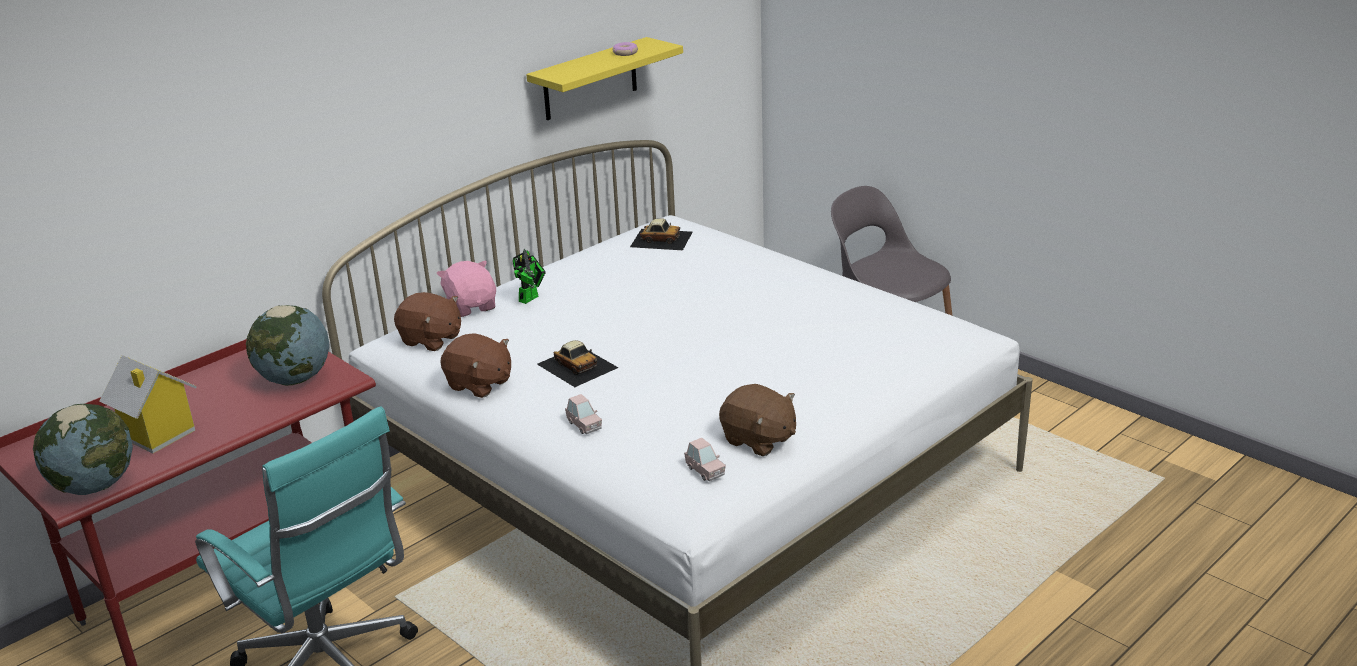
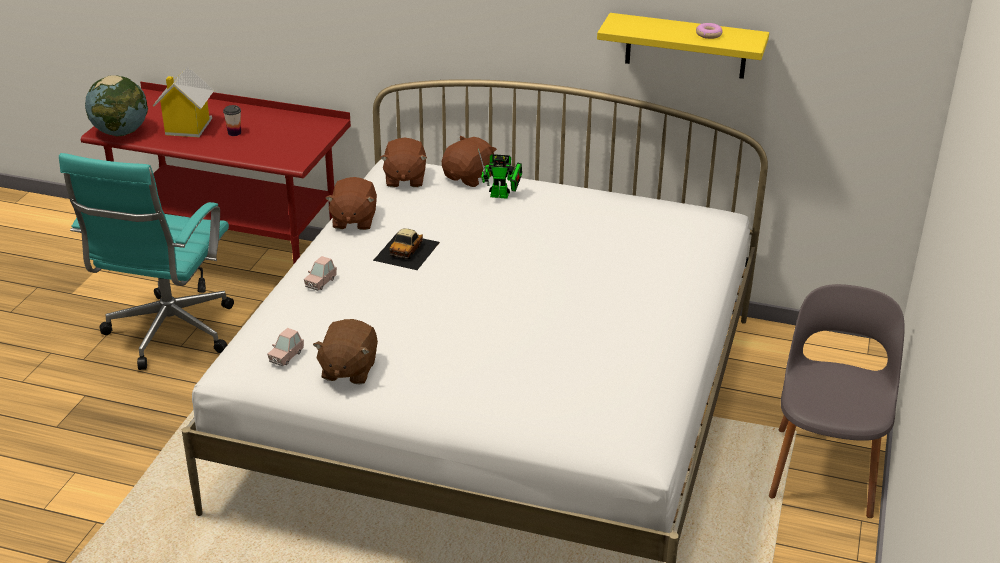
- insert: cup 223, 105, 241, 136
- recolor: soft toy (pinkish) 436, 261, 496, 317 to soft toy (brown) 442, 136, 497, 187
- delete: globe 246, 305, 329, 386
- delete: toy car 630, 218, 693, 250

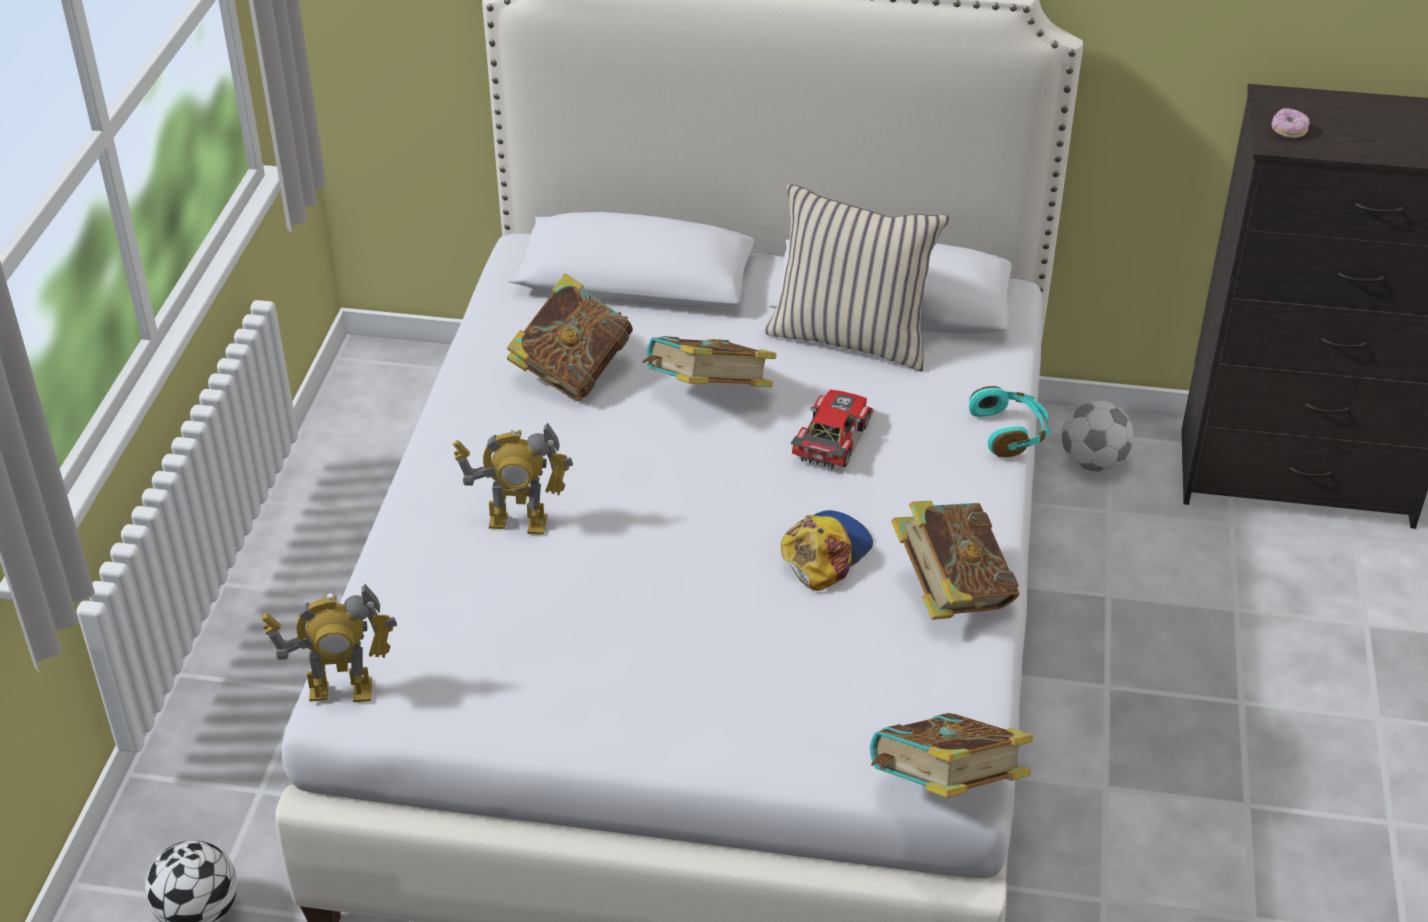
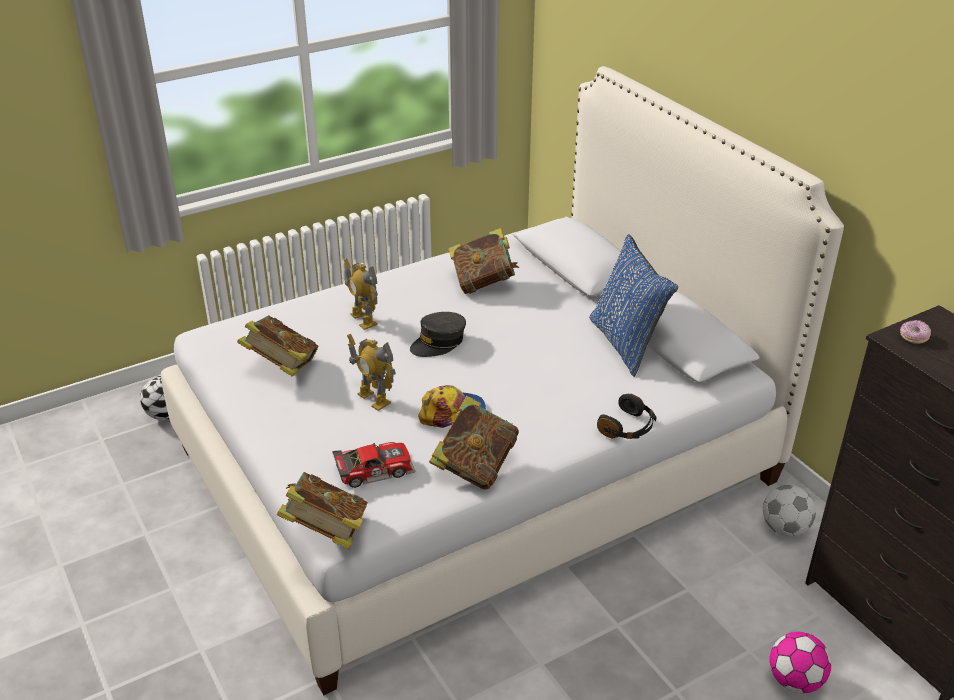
- move: volume 643, 336, 776, 387 to 237, 315, 319, 376
- move: toy car 791, 389, 874, 469 to 332, 442, 416, 488
- move: toy robot 261, 583, 397, 702 to 347, 334, 396, 411
- insert: cap (gray) 410, 312, 466, 357
- recolor: cushion (beige) 765, 184, 949, 371 to cushion (blue) 589, 234, 678, 377
- recolor: headset (blue-green) 969, 386, 1051, 457 to headset (black) 597, 394, 657, 439
- insert: football ball 770, 632, 831, 693

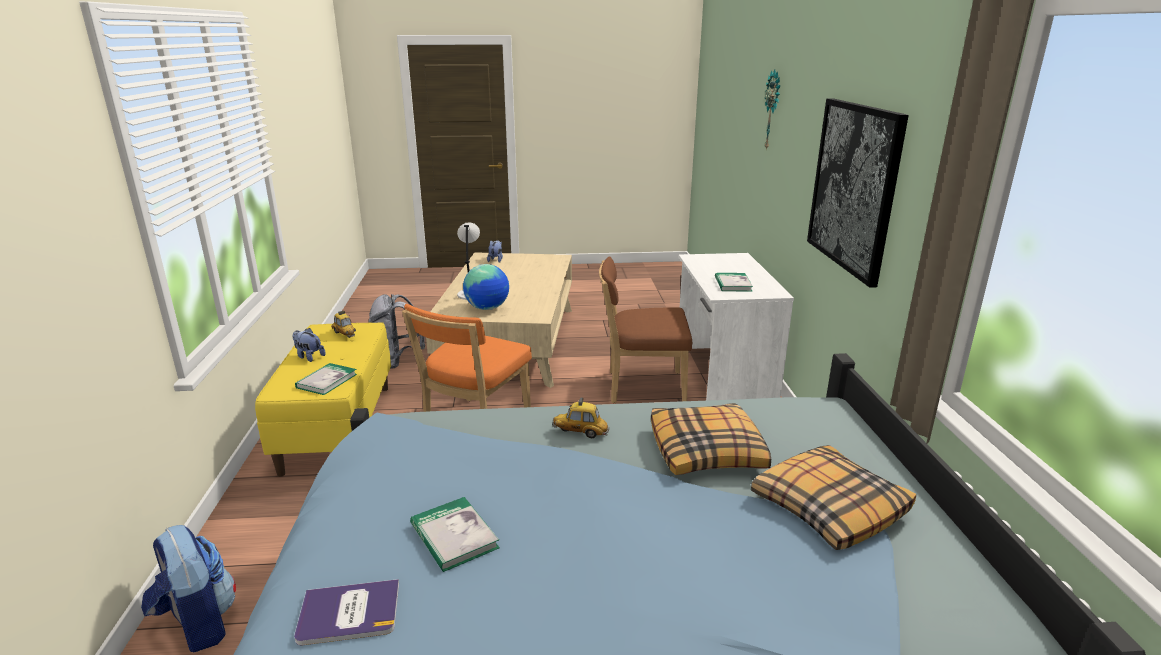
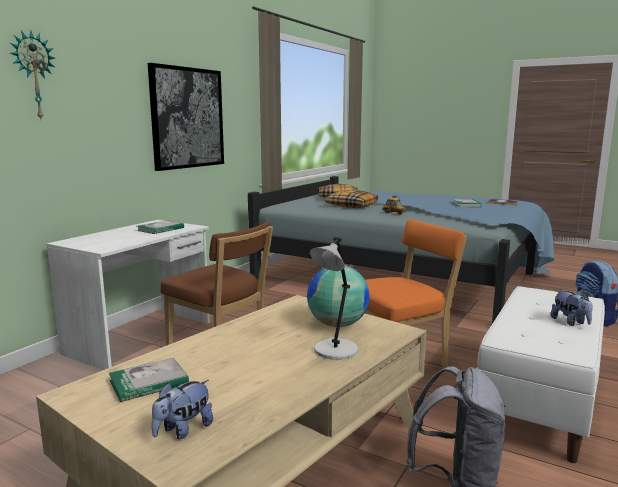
- move: volume 295, 363, 357, 395 to 109, 358, 189, 402
- recolor: indoor bench (yellow) 255, 322, 391, 477 to indoor bench (whitish) 476, 286, 605, 463
- delete: toy car 332, 310, 356, 338

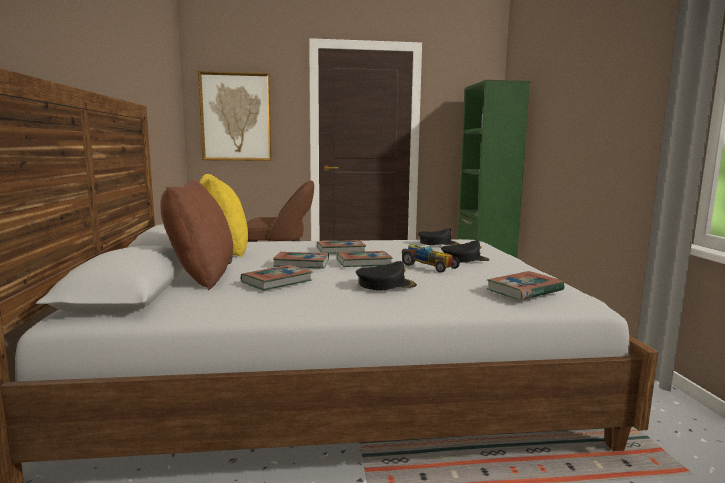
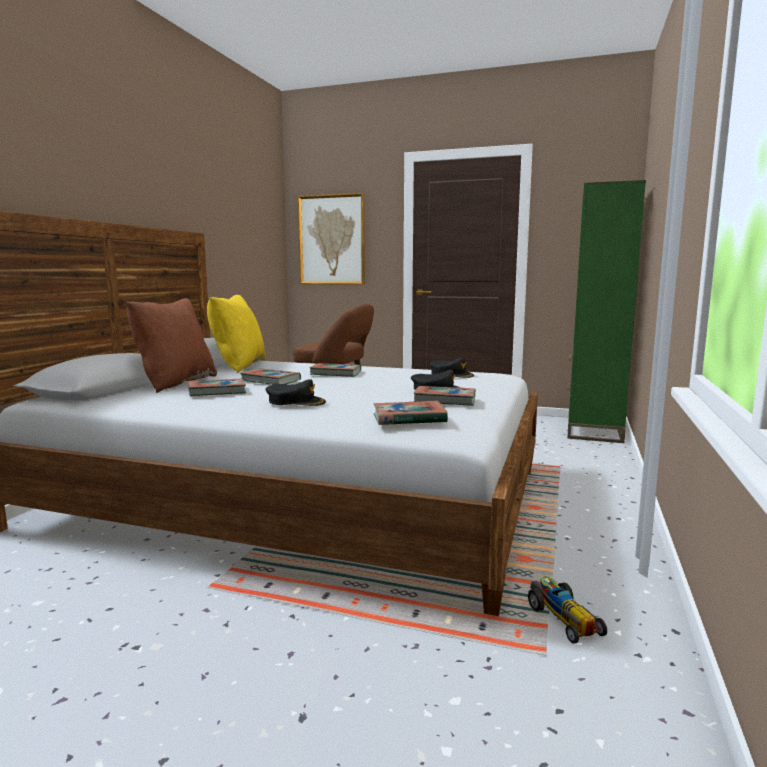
- move: volume 337, 251, 393, 267 to 414, 386, 475, 406
- move: toy car 402, 244, 460, 273 to 528, 576, 607, 644

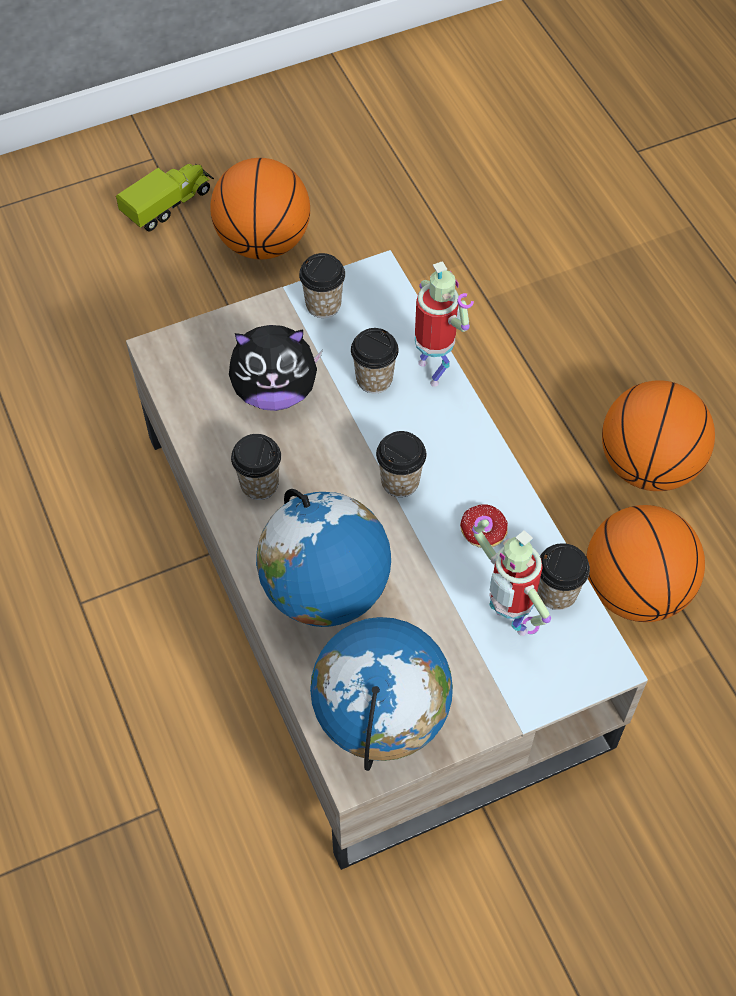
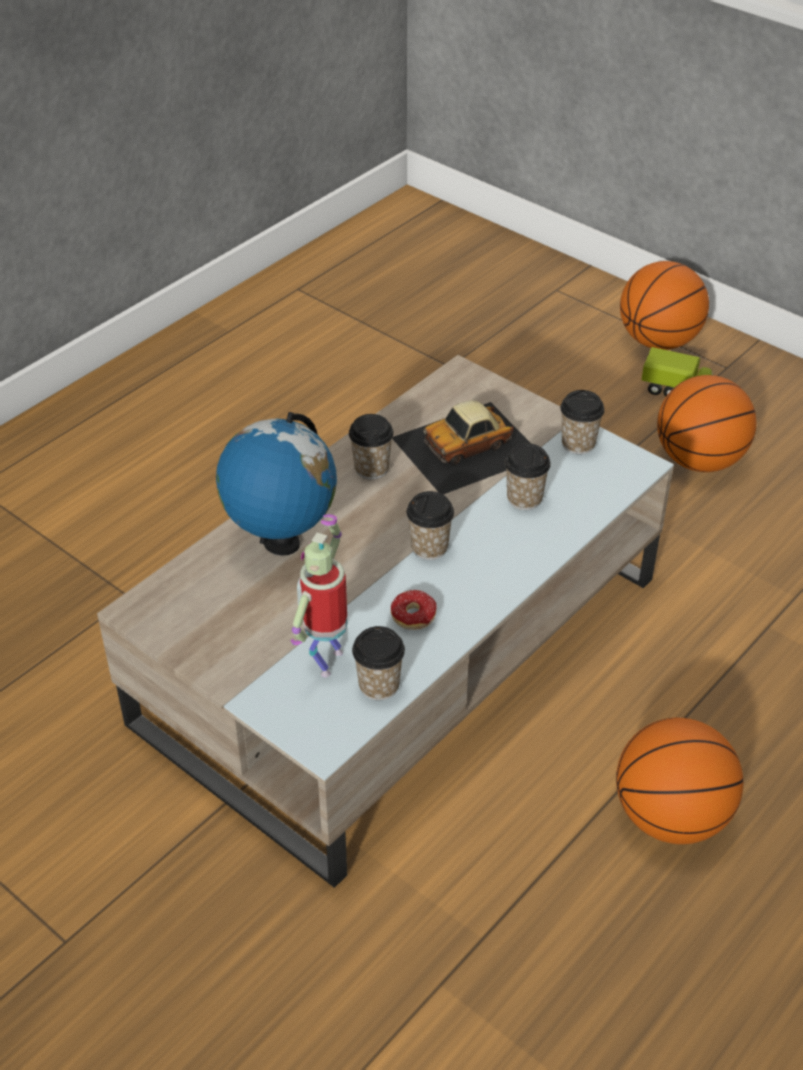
- replace: soft toy 229, 325, 323, 411 to toy car 392, 400, 531, 494
- move: basketball 586, 505, 705, 622 to 620, 261, 709, 350
- delete: globe 310, 617, 453, 771
- delete: toy robot 415, 261, 474, 387

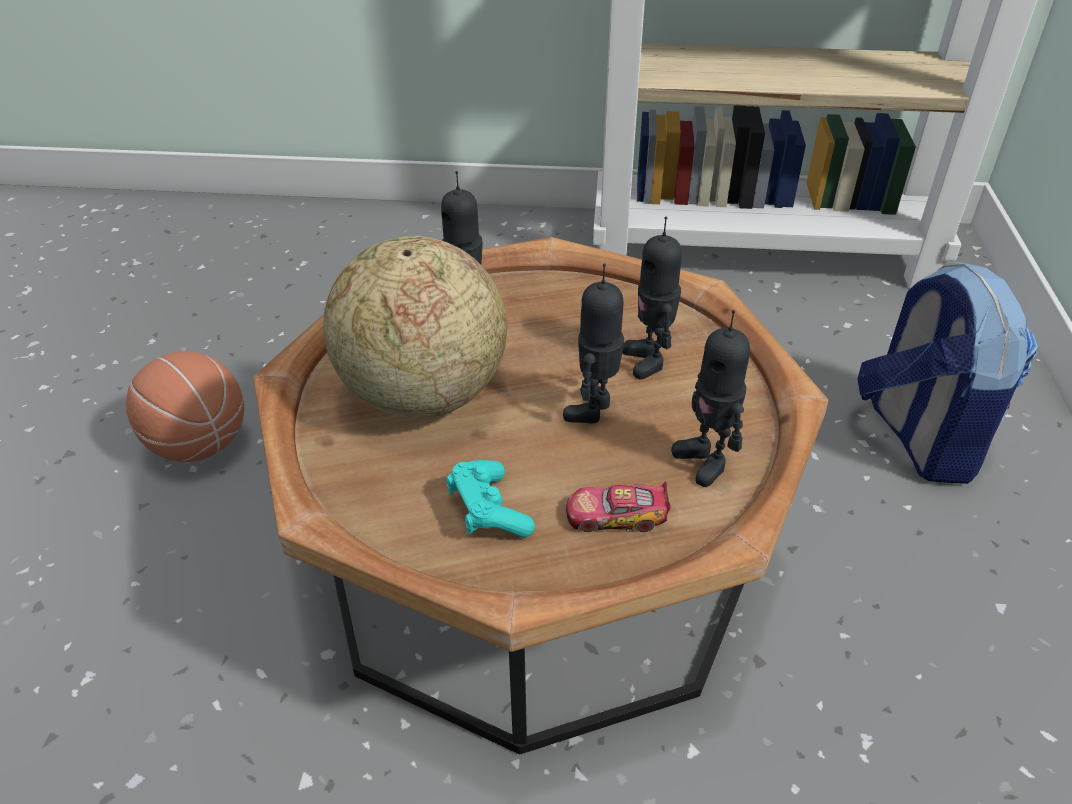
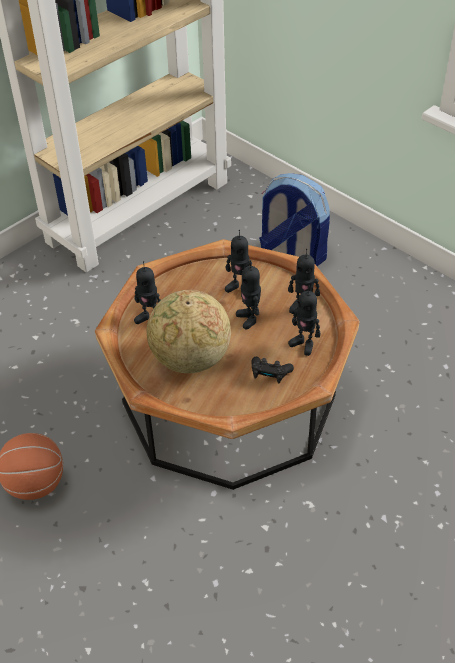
- recolor: joypad (blue-green) 446, 460, 535, 538 to joypad (black) 251, 357, 294, 384
- replace: toy car 566, 481, 671, 532 to toy robot 288, 285, 320, 356

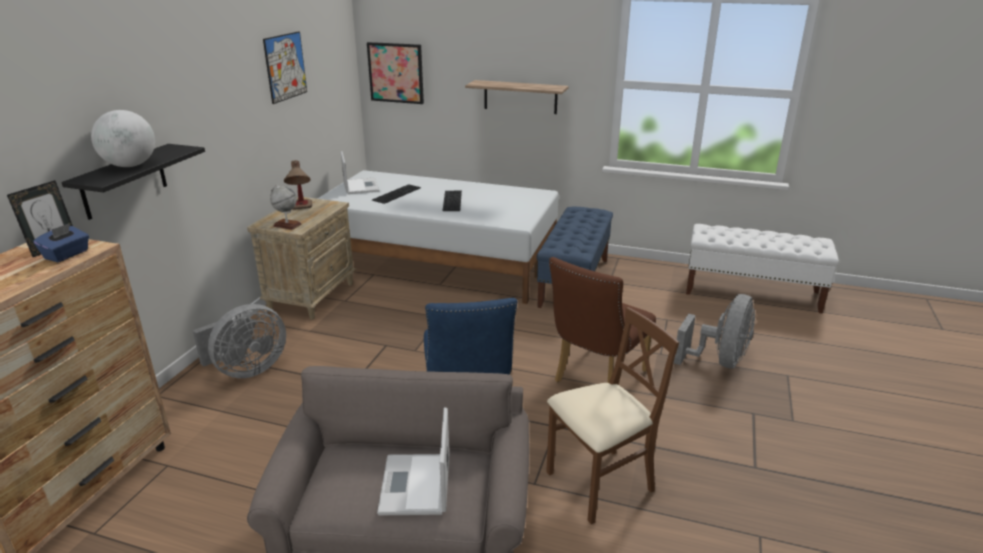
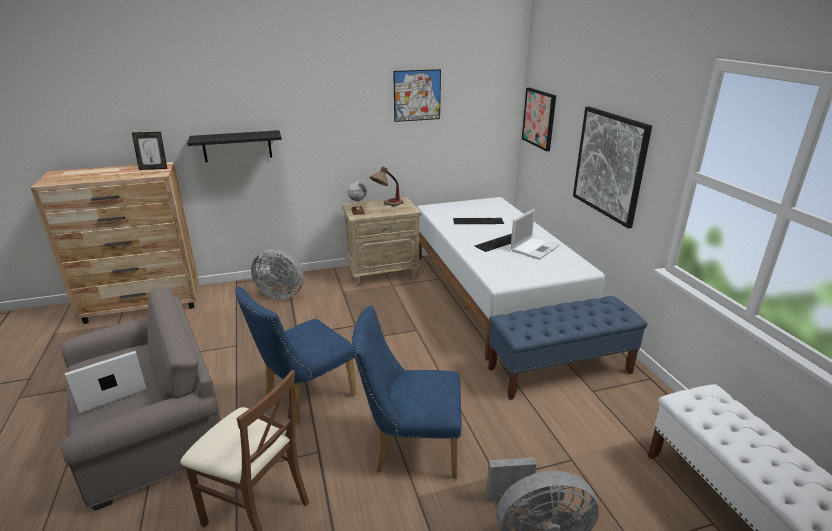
- recolor: chair (brown) 549, 257, 656, 383 to chair (blue) 352, 306, 462, 479
- move: laptop 341, 151, 379, 194 to 510, 209, 559, 260
- replace: bracket shelf 465, 80, 569, 114 to picture 573, 107, 652, 228
- delete: box of tissues (blue) 33, 223, 89, 262
- delete: globe 91, 110, 155, 167

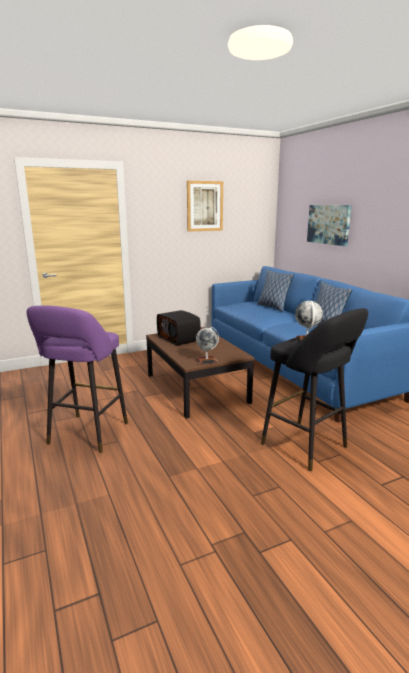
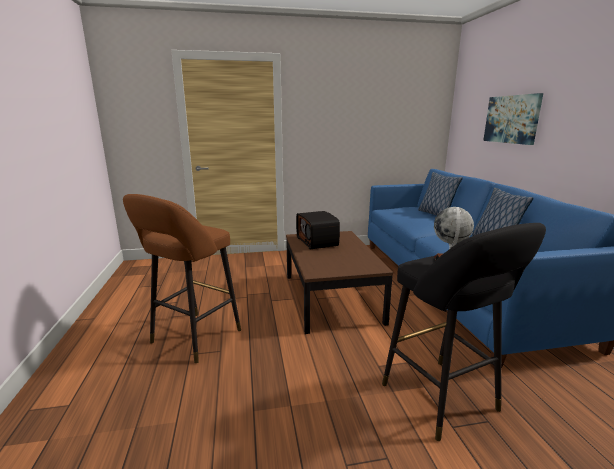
- recolor: sitting stool (purplish) 27, 306, 128, 453 to sitting stool (brown) 123, 194, 241, 363
- delete: picture 187, 181, 223, 232
- delete: globe 196, 327, 219, 365

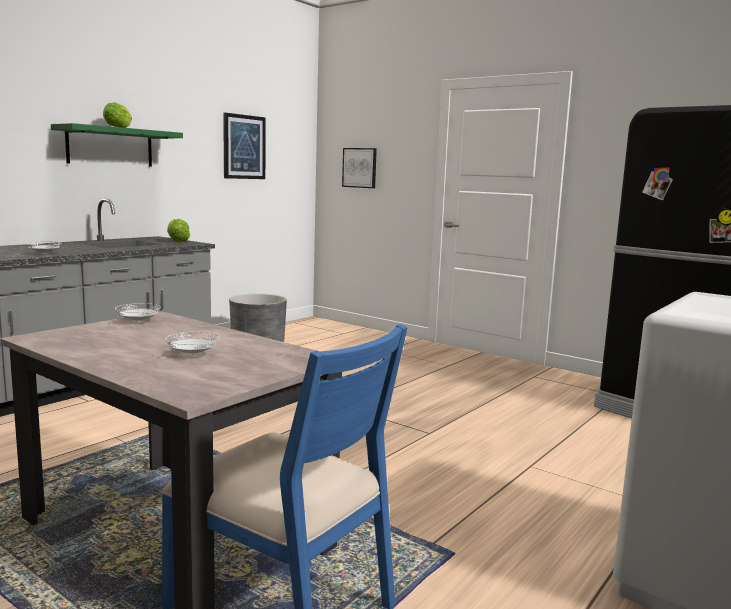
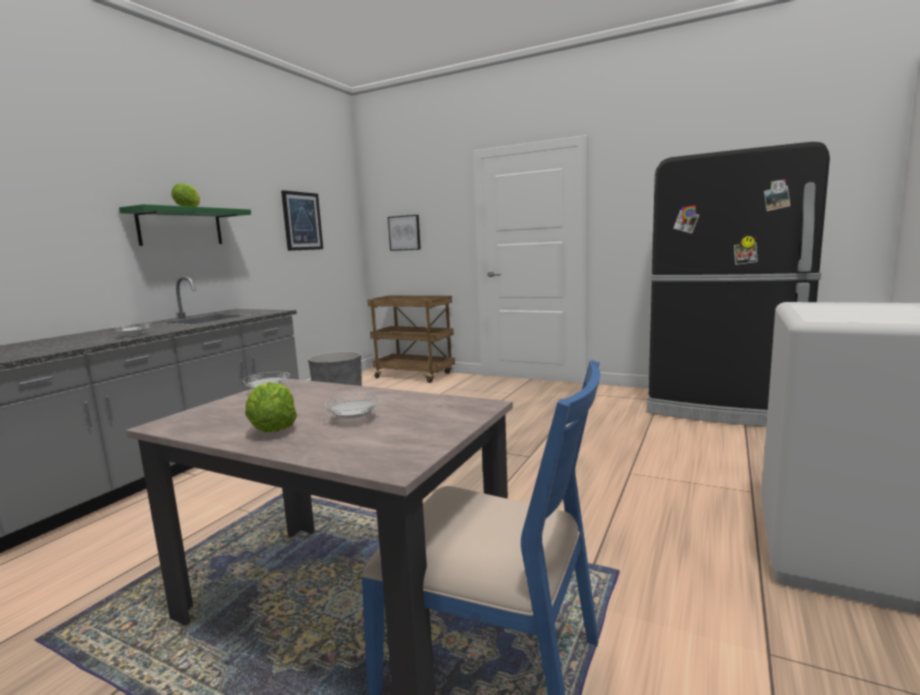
- move: lettuce head 167, 219, 190, 242 to 245, 382, 297, 432
- insert: cart (brown) 367, 295, 455, 383

